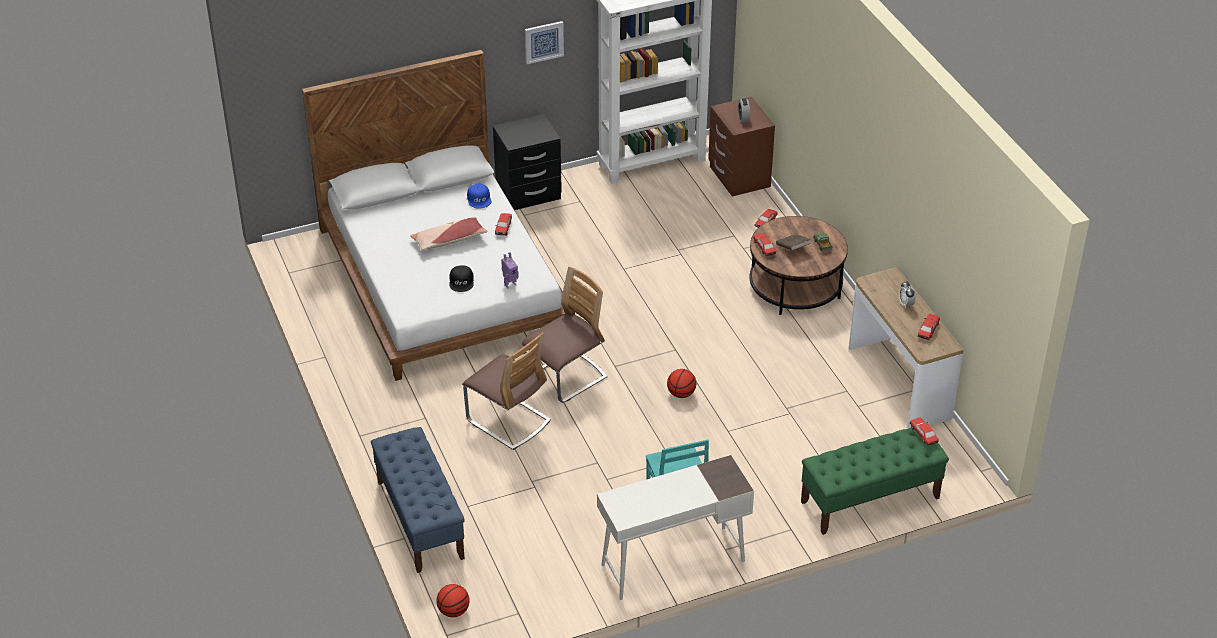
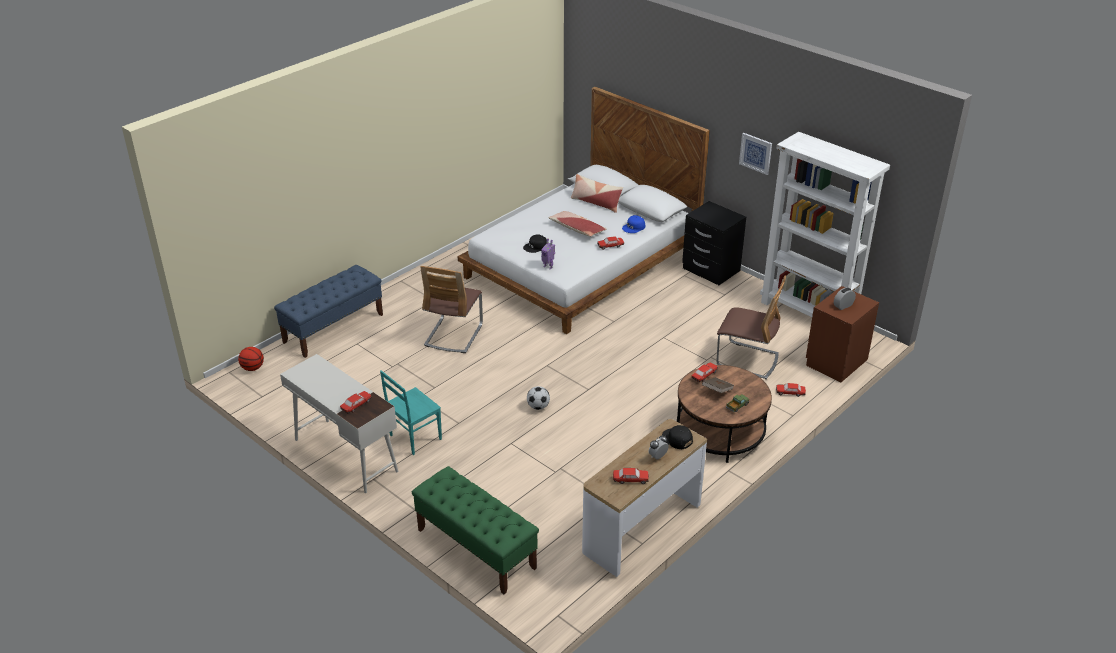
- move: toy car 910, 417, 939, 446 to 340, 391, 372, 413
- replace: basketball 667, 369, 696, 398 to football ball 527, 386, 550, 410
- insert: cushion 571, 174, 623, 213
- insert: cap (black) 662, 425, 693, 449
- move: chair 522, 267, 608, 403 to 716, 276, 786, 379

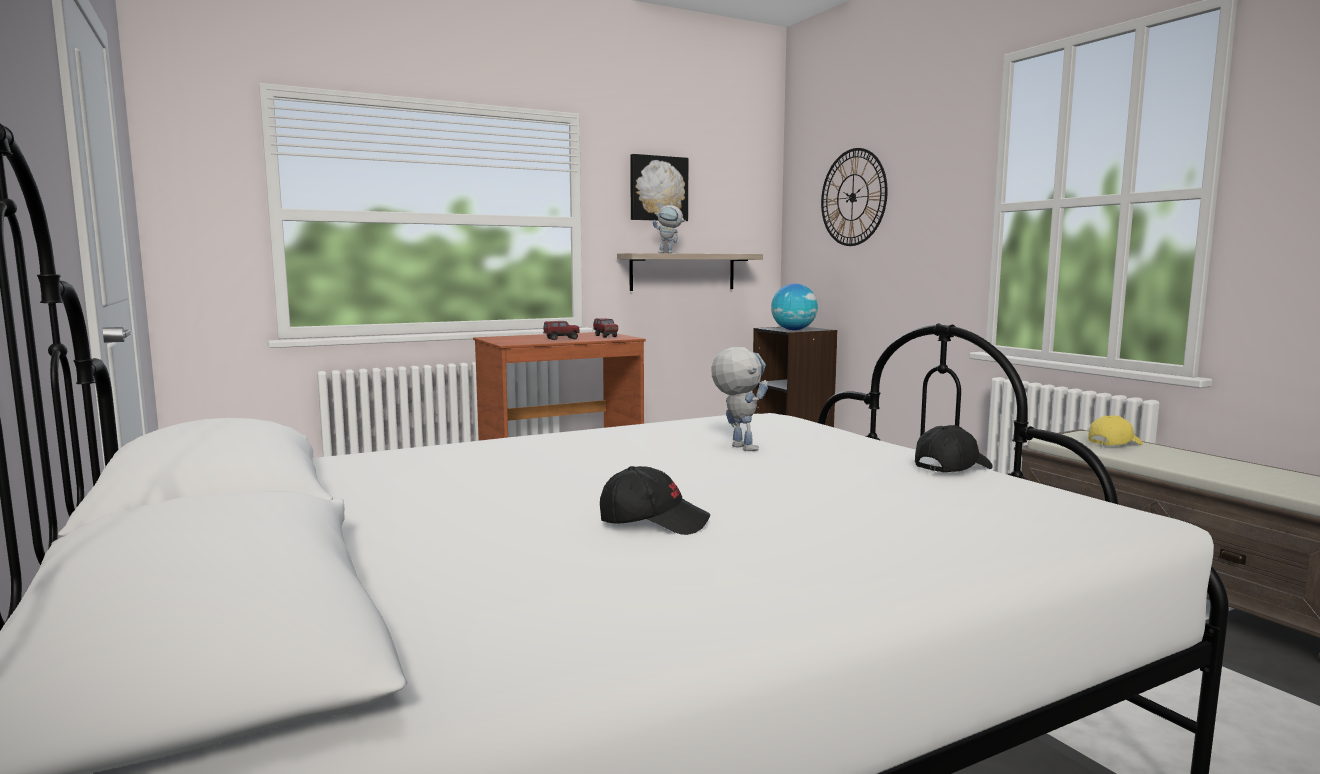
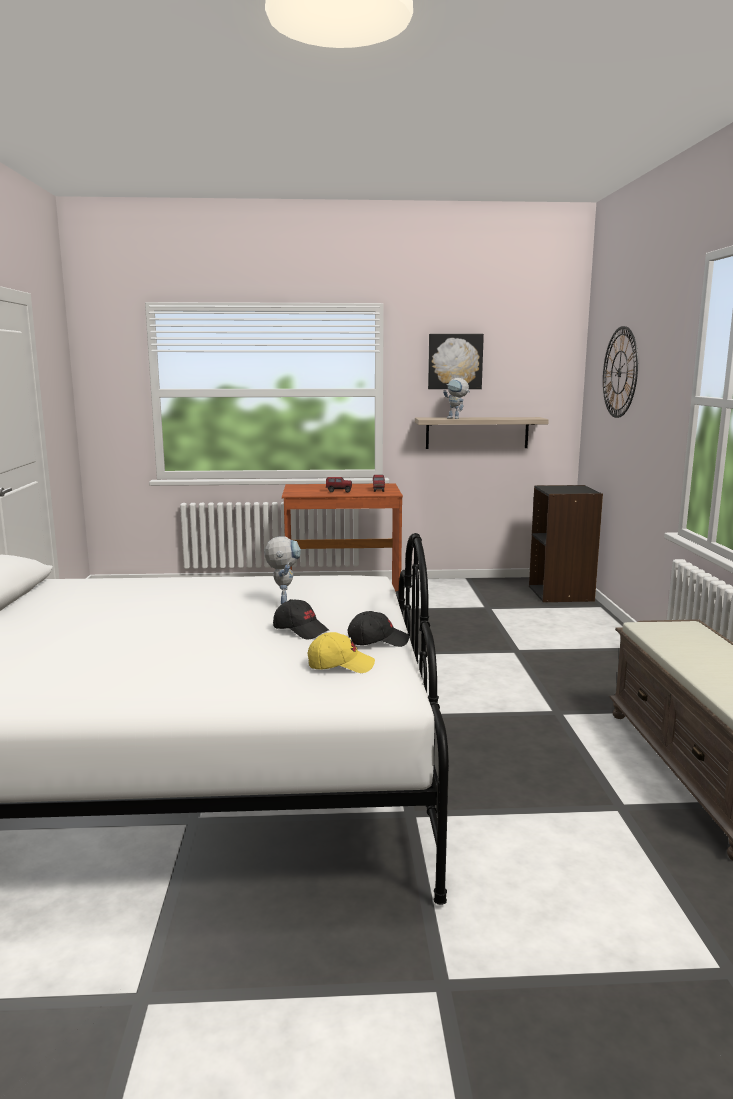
- move: cap (black) 600, 466, 710, 535 to 273, 599, 329, 639
- move: cap (yellow) 1088, 415, 1143, 445 to 308, 632, 375, 673
- delete: globe 771, 284, 818, 330

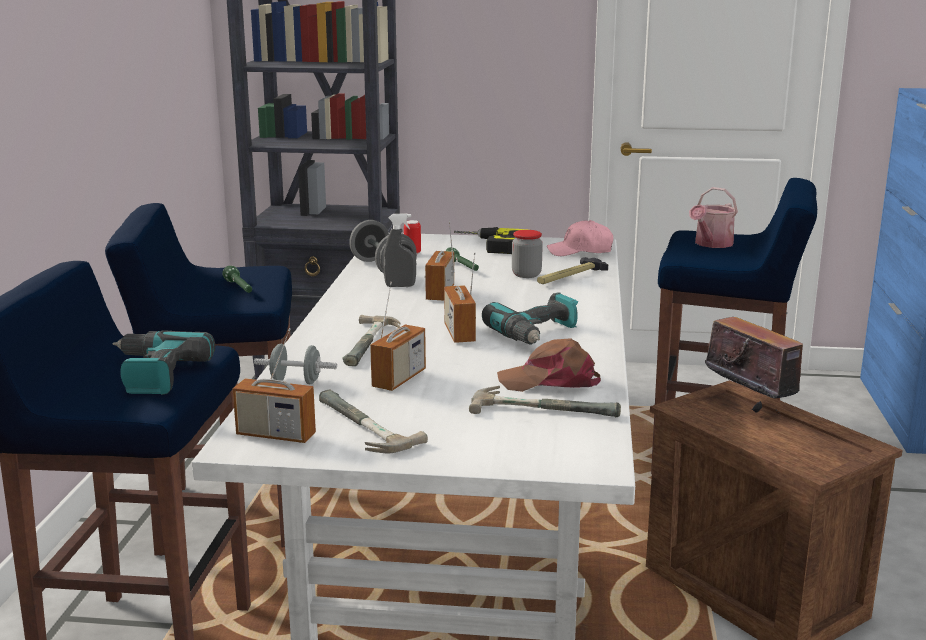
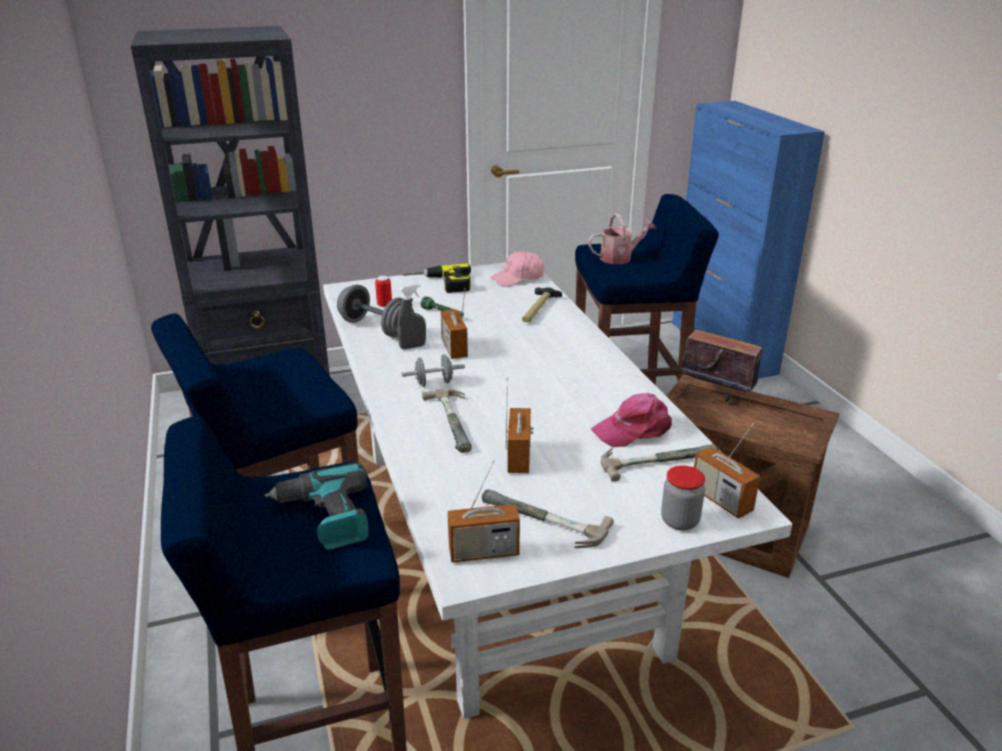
- move: hand weight (gray) 254, 344, 337, 384 to 401, 354, 465, 387
- rotate: sprinkling can 689, 187, 738, 248 = 588, 213, 656, 264 120 degrees counterclockwise
- recolor: cap (brown) 497, 339, 601, 392 to cap (pinkish) 591, 393, 672, 447
- move: preserve jar 512, 230, 543, 278 to 661, 466, 705, 531
- move: radio 444, 252, 476, 343 to 694, 423, 760, 519
- delete: torch (greenish) 222, 265, 252, 293
- delete: electric drill 482, 293, 578, 345

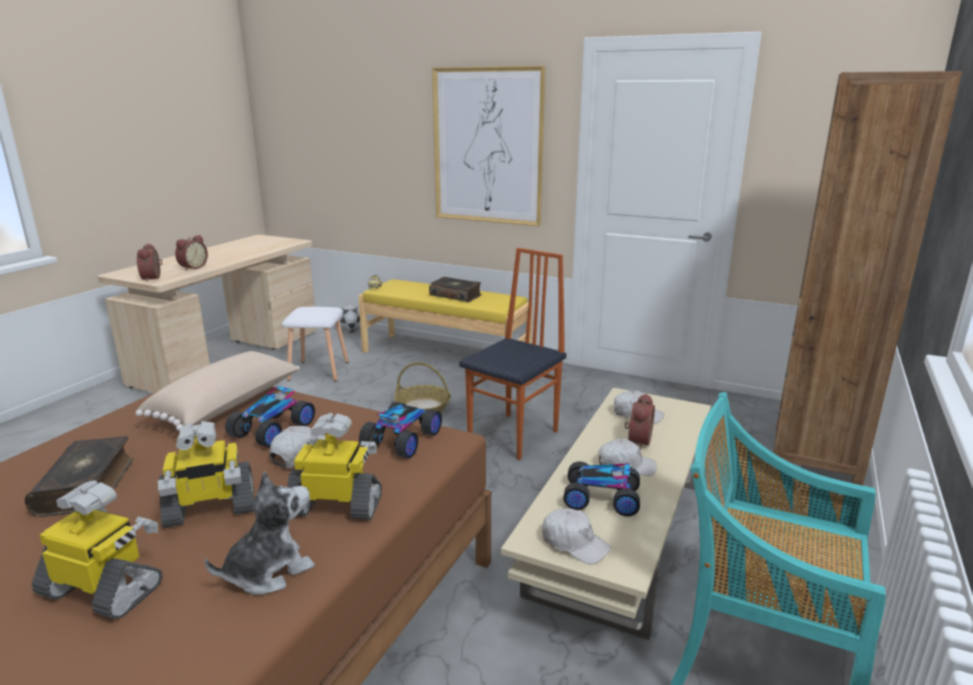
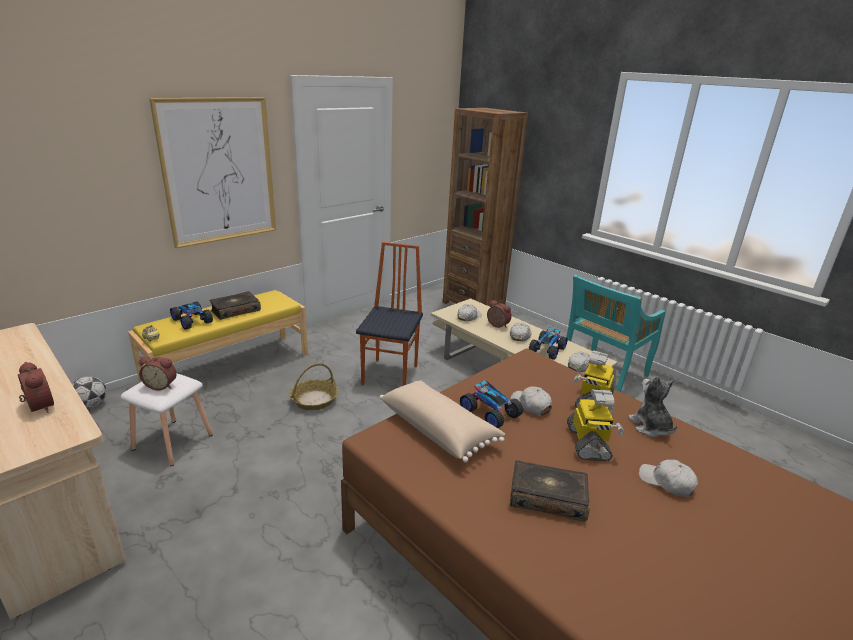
- move: bedside clock 137, 243, 163, 282 to 139, 356, 177, 391
- move: toy car 359, 402, 442, 459 to 170, 302, 213, 330
- rotate: chair 459, 248, 567, 460 = 356, 242, 423, 386 45 degrees clockwise
- replace: toy robot 31, 480, 163, 619 to cap (whitish) 639, 460, 698, 497

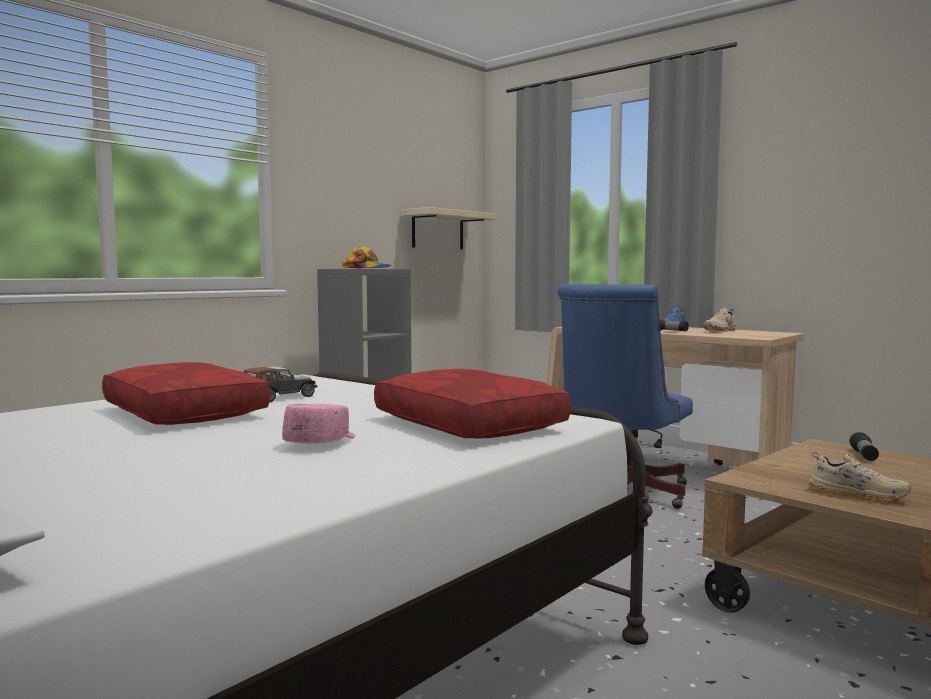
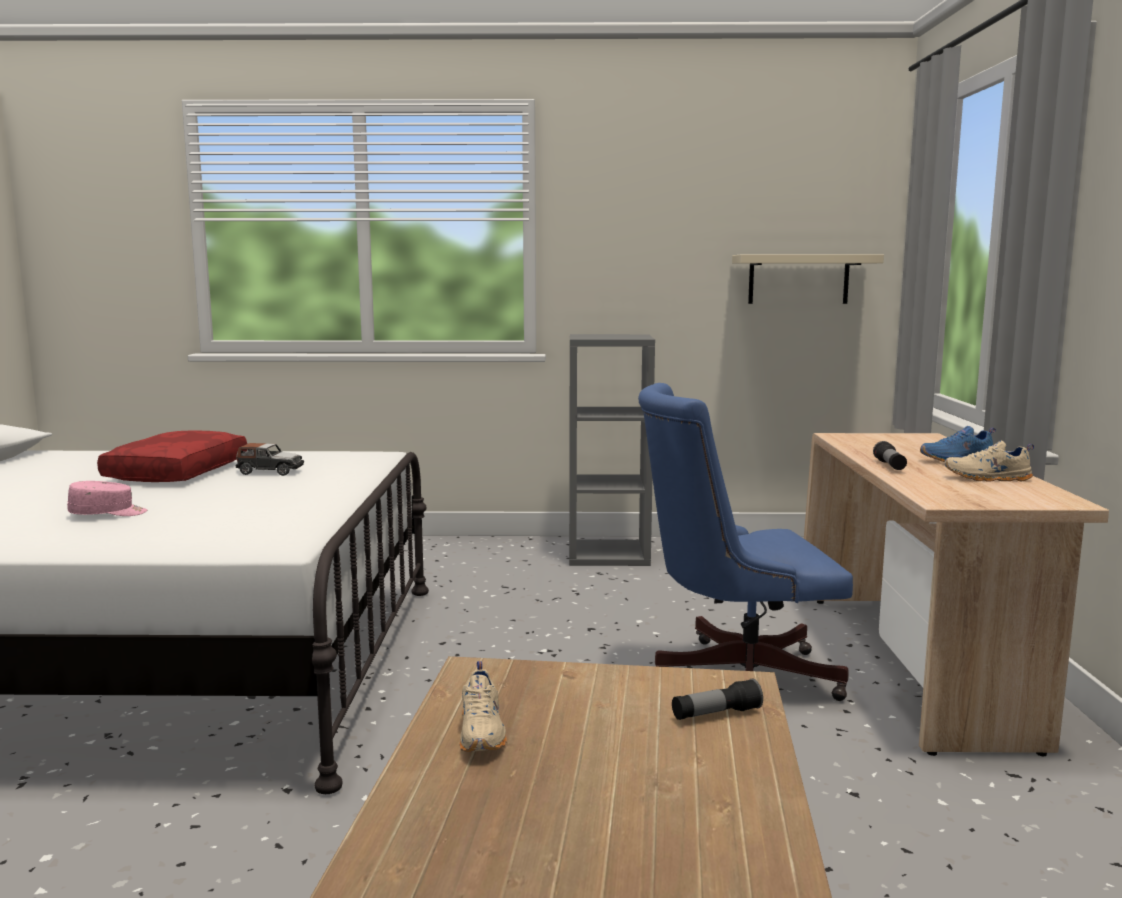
- delete: cap 342, 247, 392, 269
- delete: cushion (red-coloured) 374, 369, 571, 438

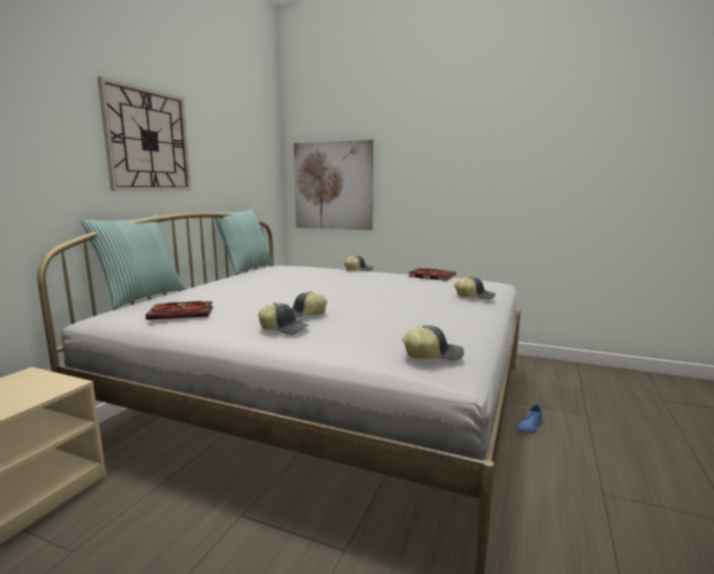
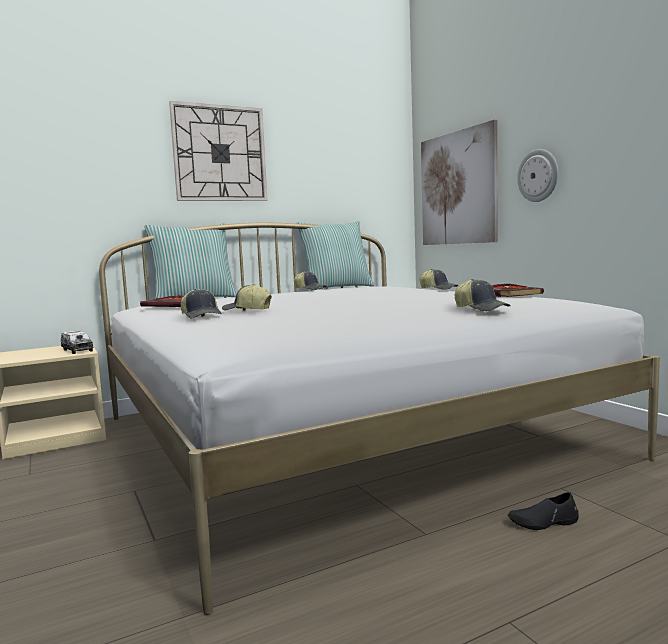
- insert: model truck 61, 330, 93, 354
- move: cap 402, 325, 464, 360 to 294, 271, 327, 290
- recolor: item of footwear (blue) 516, 404, 543, 433 to item of footwear (black) 508, 492, 579, 530
- insert: hanging clock 517, 149, 558, 202

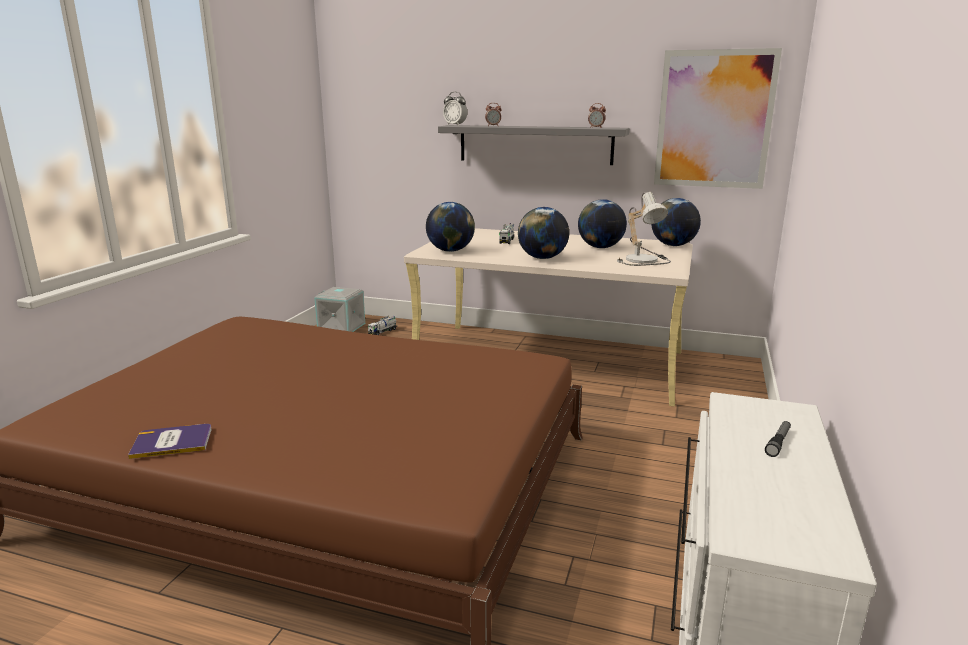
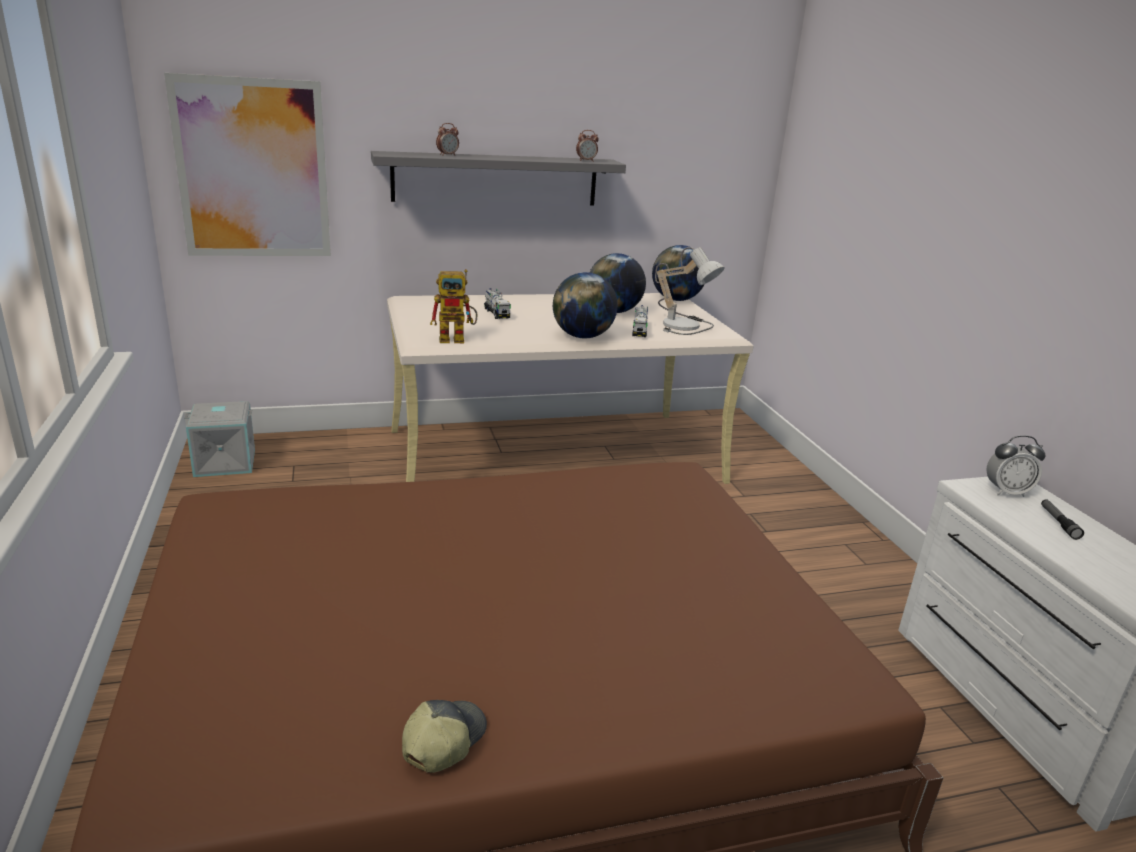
- move: picture 654, 48, 782, 189 to 164, 73, 331, 256
- replace: volume 128, 424, 212, 459 to cap 402, 700, 487, 773
- replace: globe 426, 202, 475, 252 to toy robot 430, 269, 477, 343
- move: model truck 368, 316, 397, 335 to 632, 305, 648, 337
- move: bedside clock 443, 92, 467, 126 to 986, 435, 1045, 497

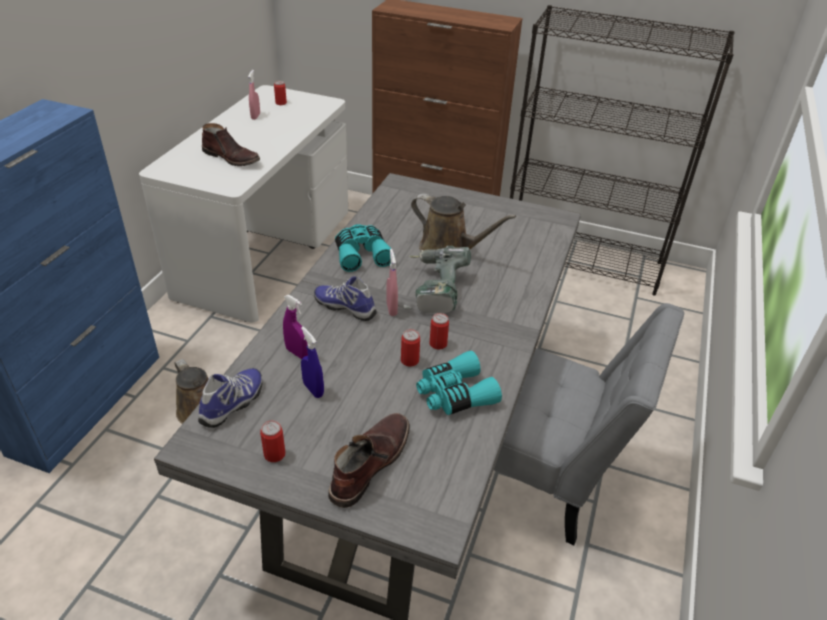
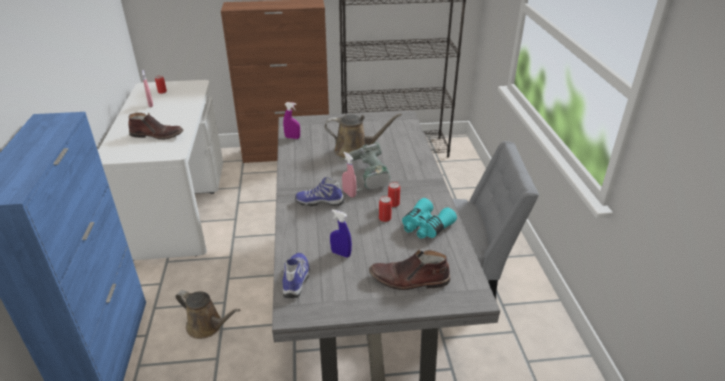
- move: hand sprayer (purplish) 283, 295, 308, 359 to 283, 102, 300, 139
- rotate: boot (brown) 328, 413, 410, 508 = 369, 249, 450, 290 90 degrees counterclockwise
- delete: can 260, 421, 285, 462
- delete: field glasses (blue-green) 335, 224, 395, 272

